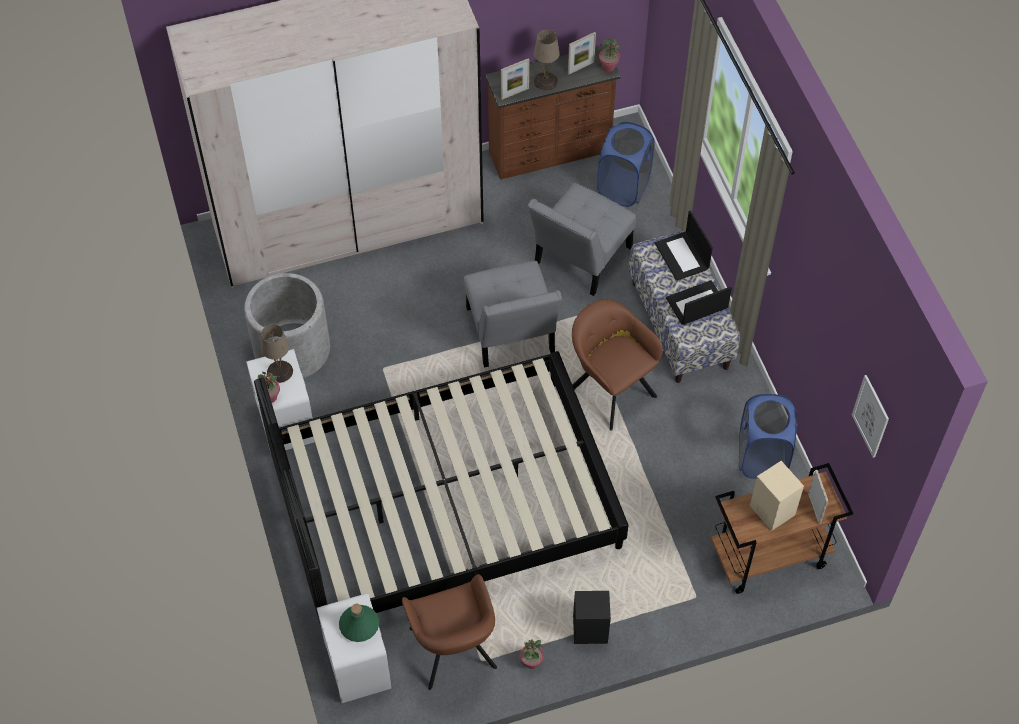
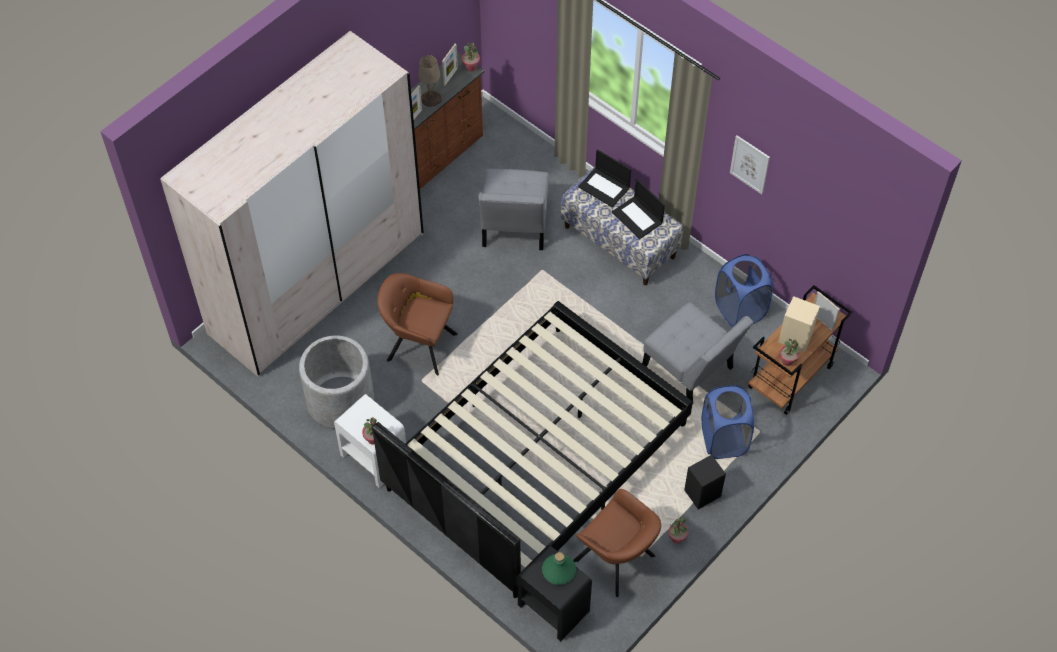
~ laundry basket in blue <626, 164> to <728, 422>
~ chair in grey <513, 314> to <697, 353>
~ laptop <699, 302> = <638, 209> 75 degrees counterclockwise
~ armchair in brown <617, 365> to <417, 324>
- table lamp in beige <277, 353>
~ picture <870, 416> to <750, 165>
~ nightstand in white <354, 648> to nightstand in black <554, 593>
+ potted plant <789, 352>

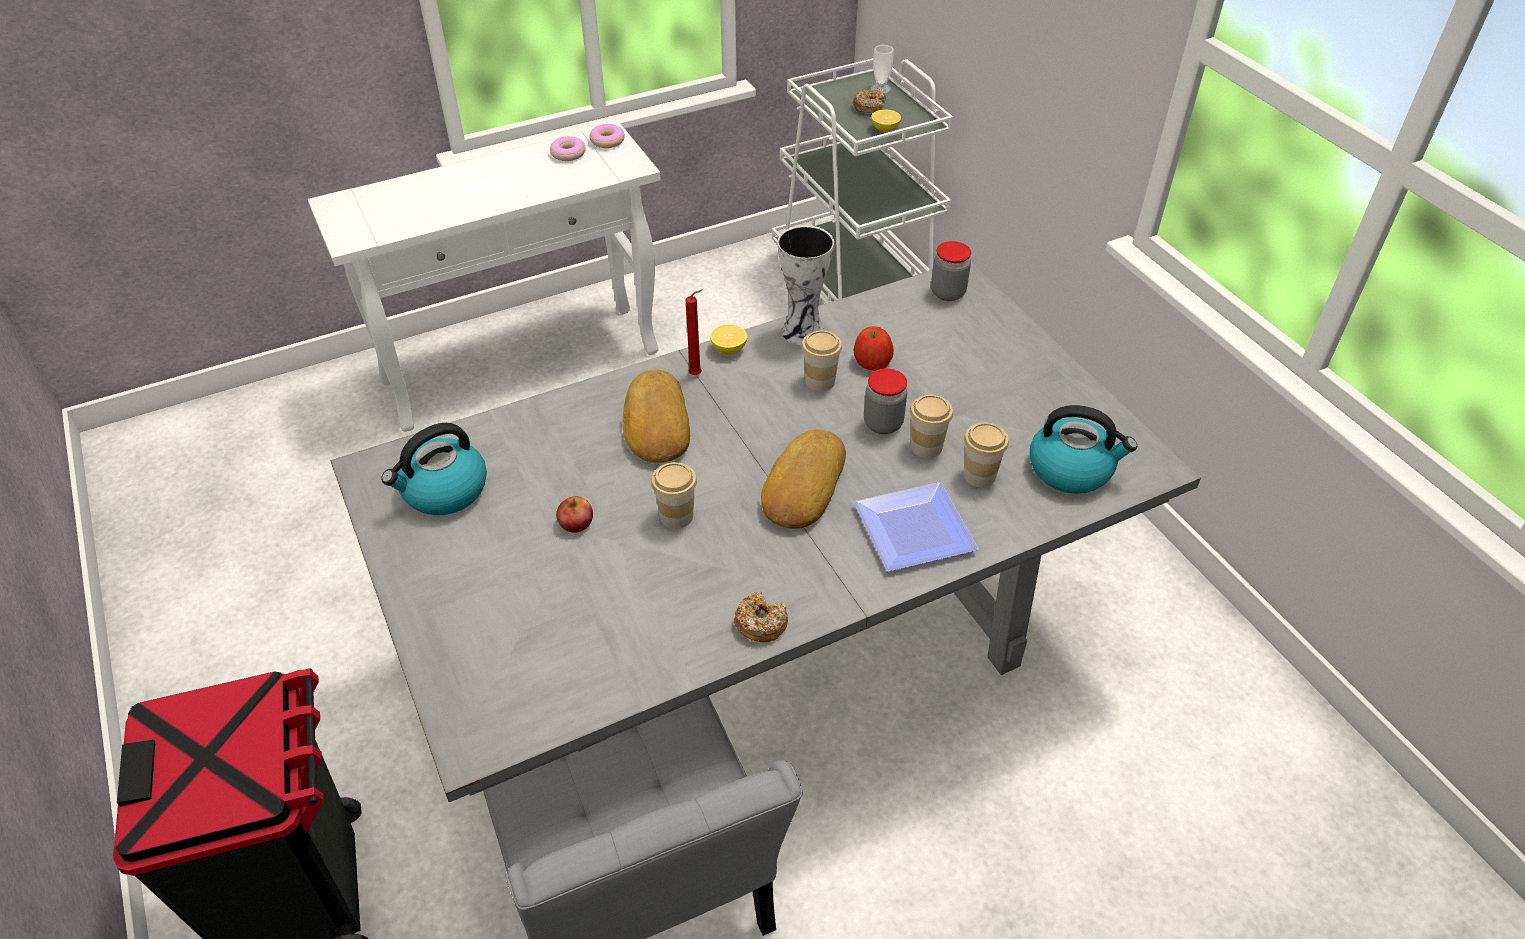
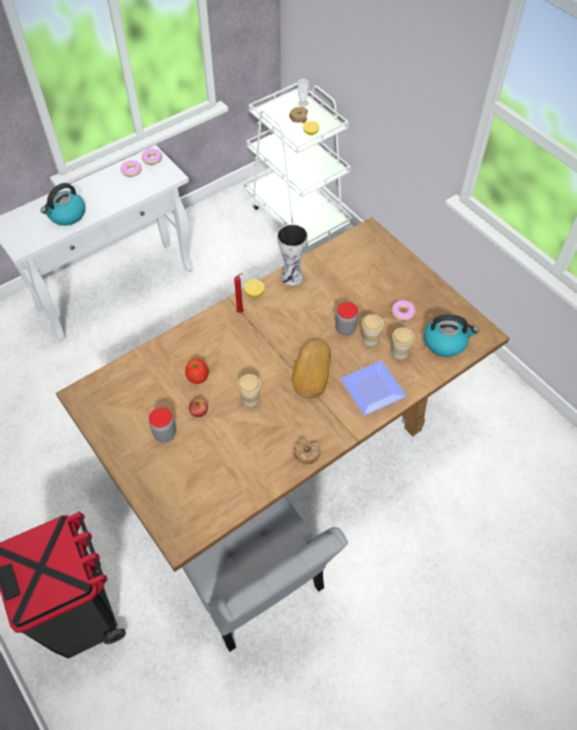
~ jar <951, 271> to <162, 425>
~ dining table in grey <765, 532> to dining table in brown <282, 394>
~ apple <874, 348> to <197, 371>
- cup <821, 360>
- bread <656, 416>
~ kettle <434, 469> to <63, 204>
+ donut <403, 310>

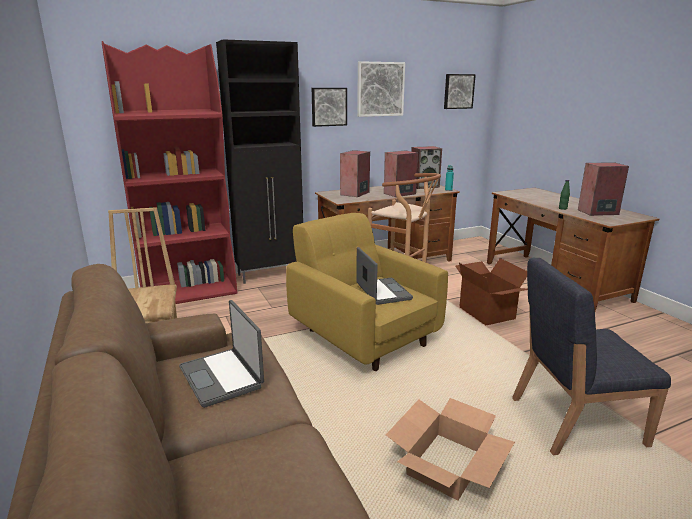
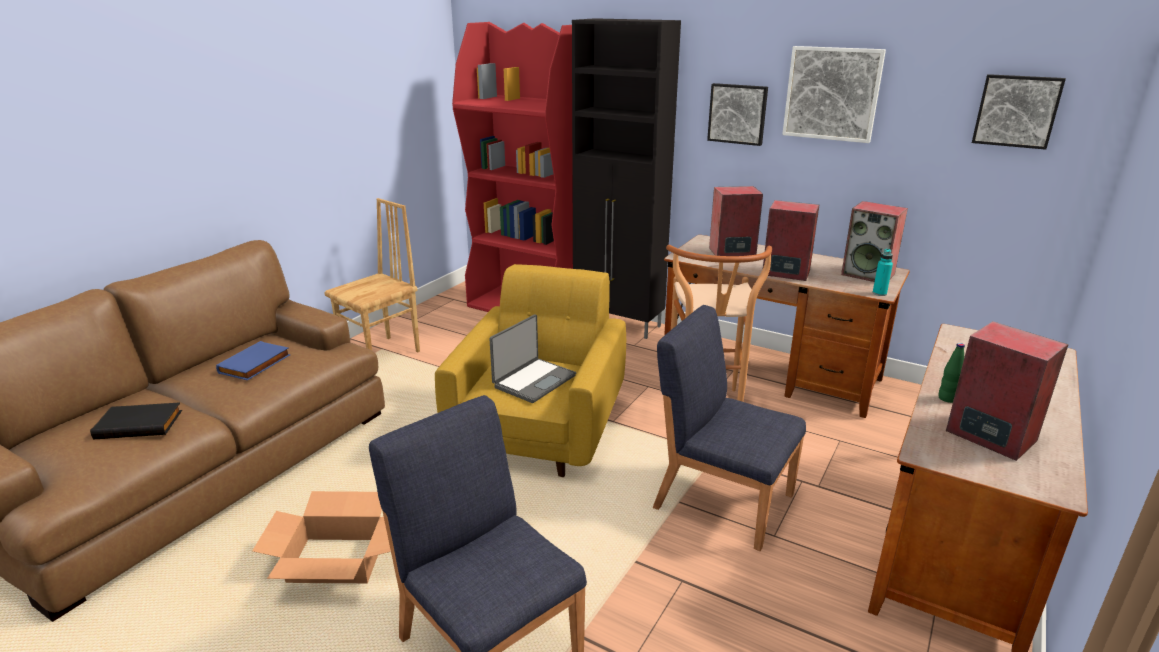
~ cardboard box <491, 291> to chair in blue <729, 428>
~ laptop <221, 354> to book in blue <253, 360>
+ book in black <136, 420>

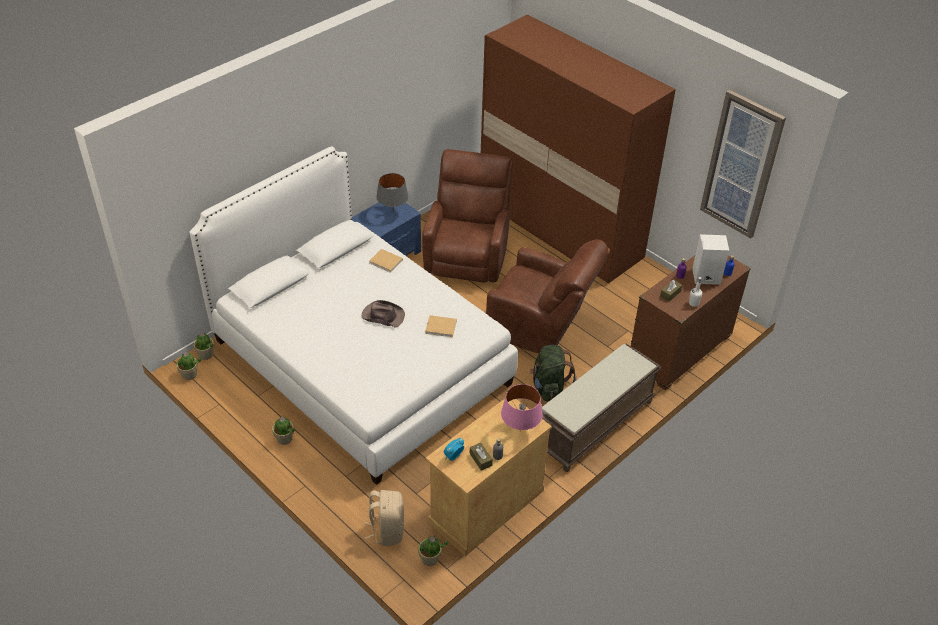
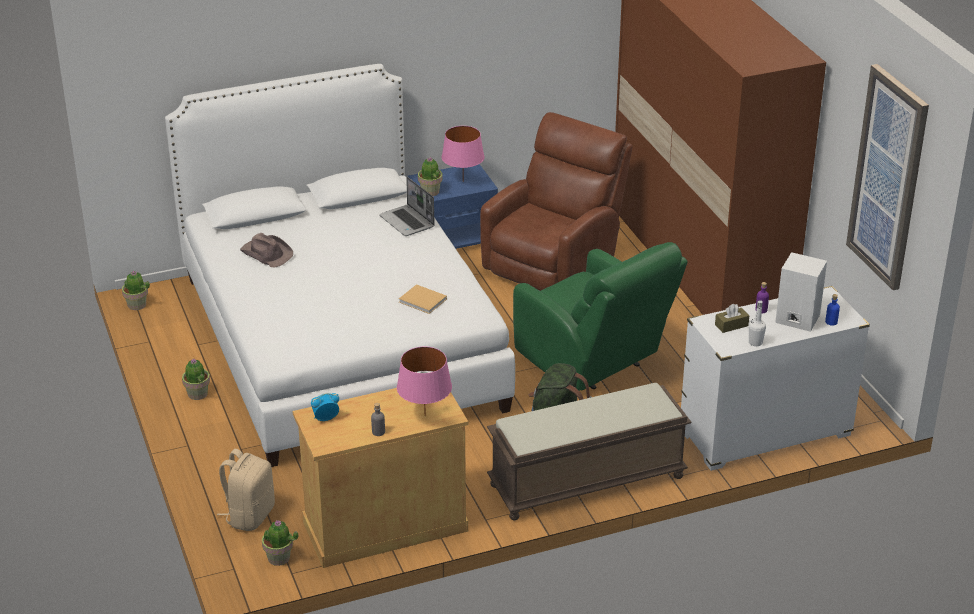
~ table lamp in grey <392, 190> to table lamp in pink <463, 154>
~ armchair in brown <548, 296> to armchair in green <600, 316>
~ book in beige <386, 261> to laptop <407, 206>
~ dresser in brown <691, 322> to dresser in white <775, 378>
~ hat in brown <383, 313> to <266, 250>
~ potted plant <204, 346> to <430, 176>
- tissue box in brown <481, 457>

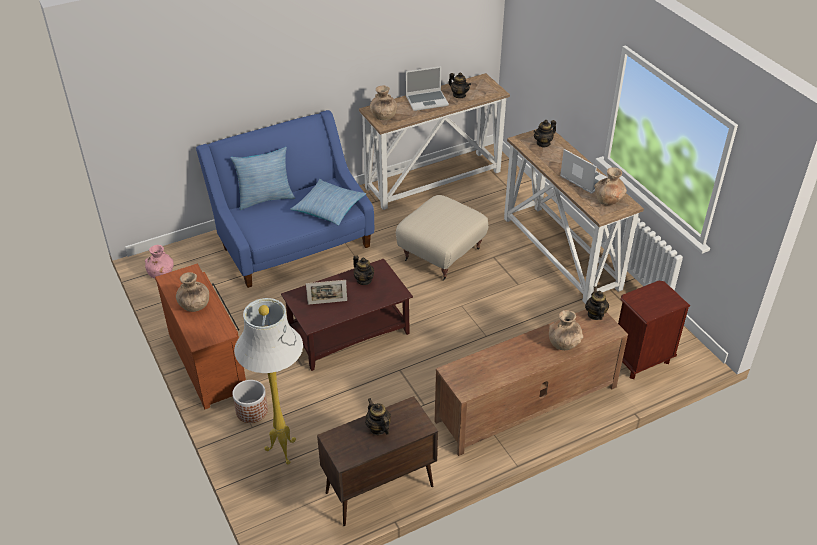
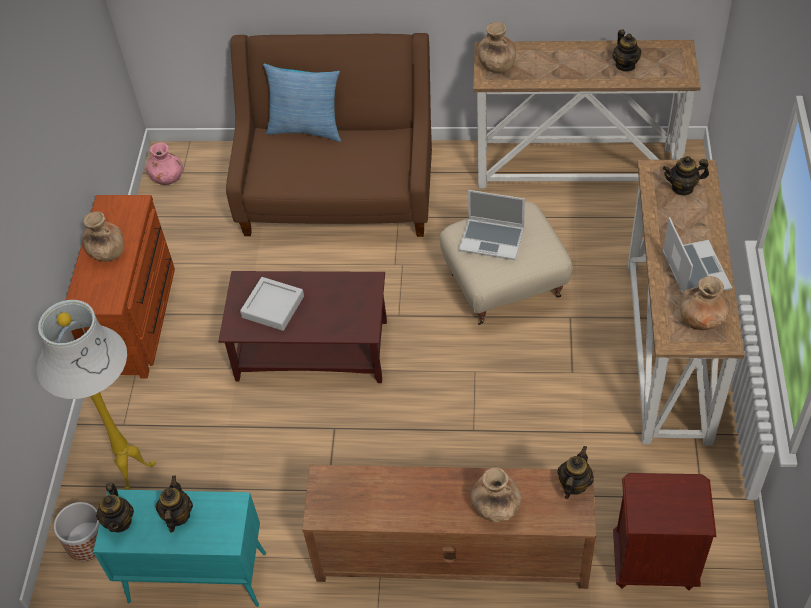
~ laptop <427, 88> to <492, 225>
~ sofa in blue <285, 199> to sofa in brown <329, 135>
- pillow <328, 202>
~ teapot <363, 270> to <115, 508>
~ picture frame <326, 292> to tray in grey <272, 304>
~ planter <250, 401> to <77, 531>
~ cabinet in brown <377, 461> to cabinet in turquoise <179, 548>

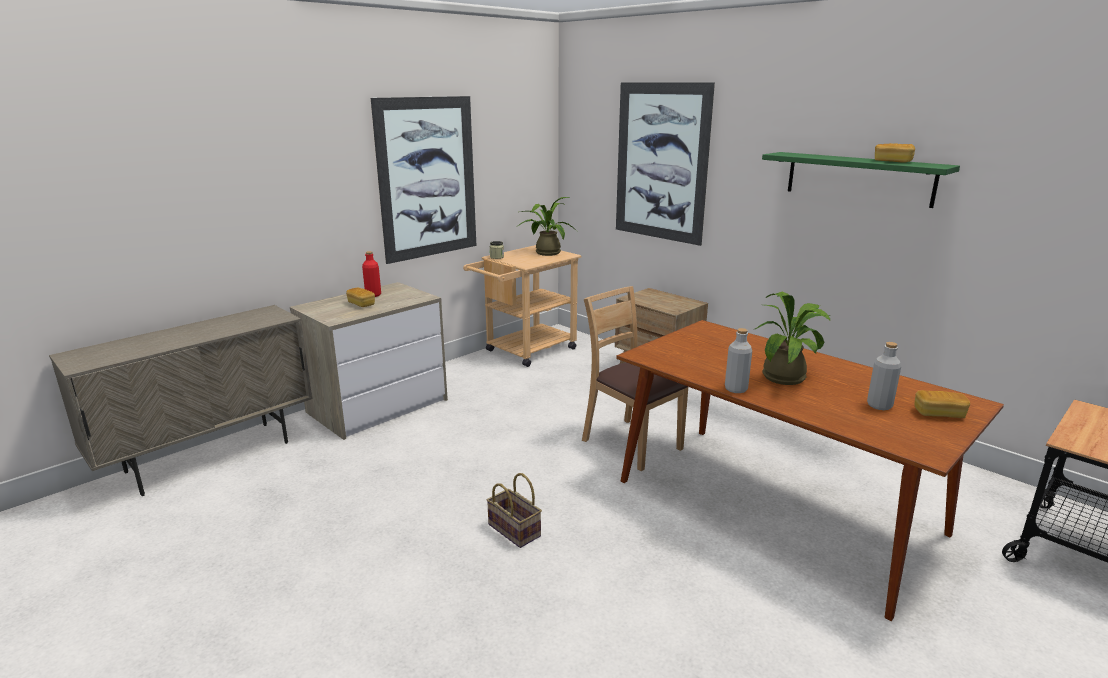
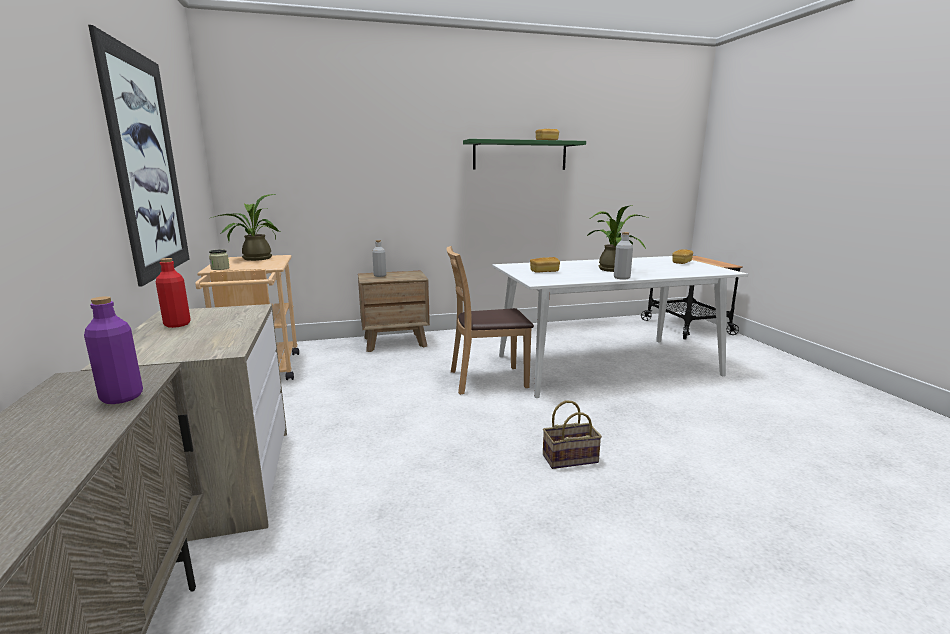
- picture <665, 164>
~ bread <360, 297> to <545, 265>
~ dining table in brown <810, 470> to dining table in white <620, 327>
~ bottle in grey <884, 376> to <379, 258>
+ bottle in purple <113, 350>

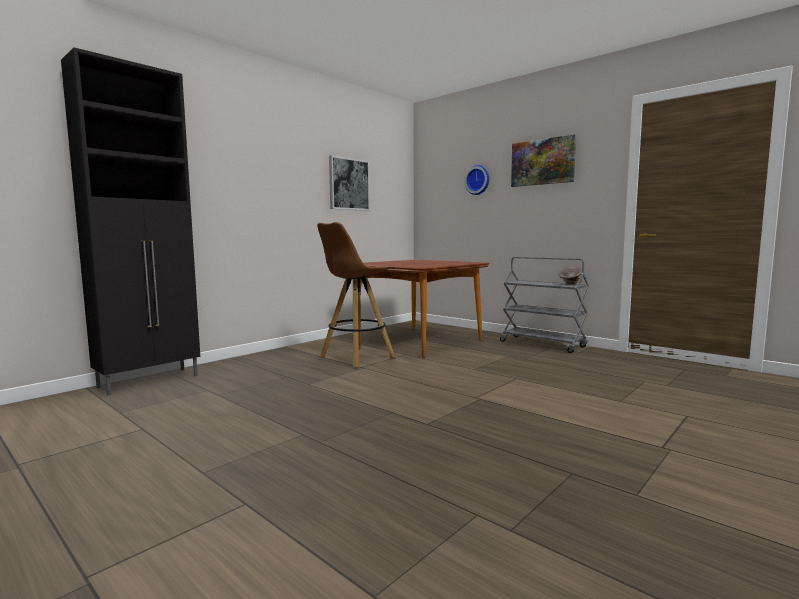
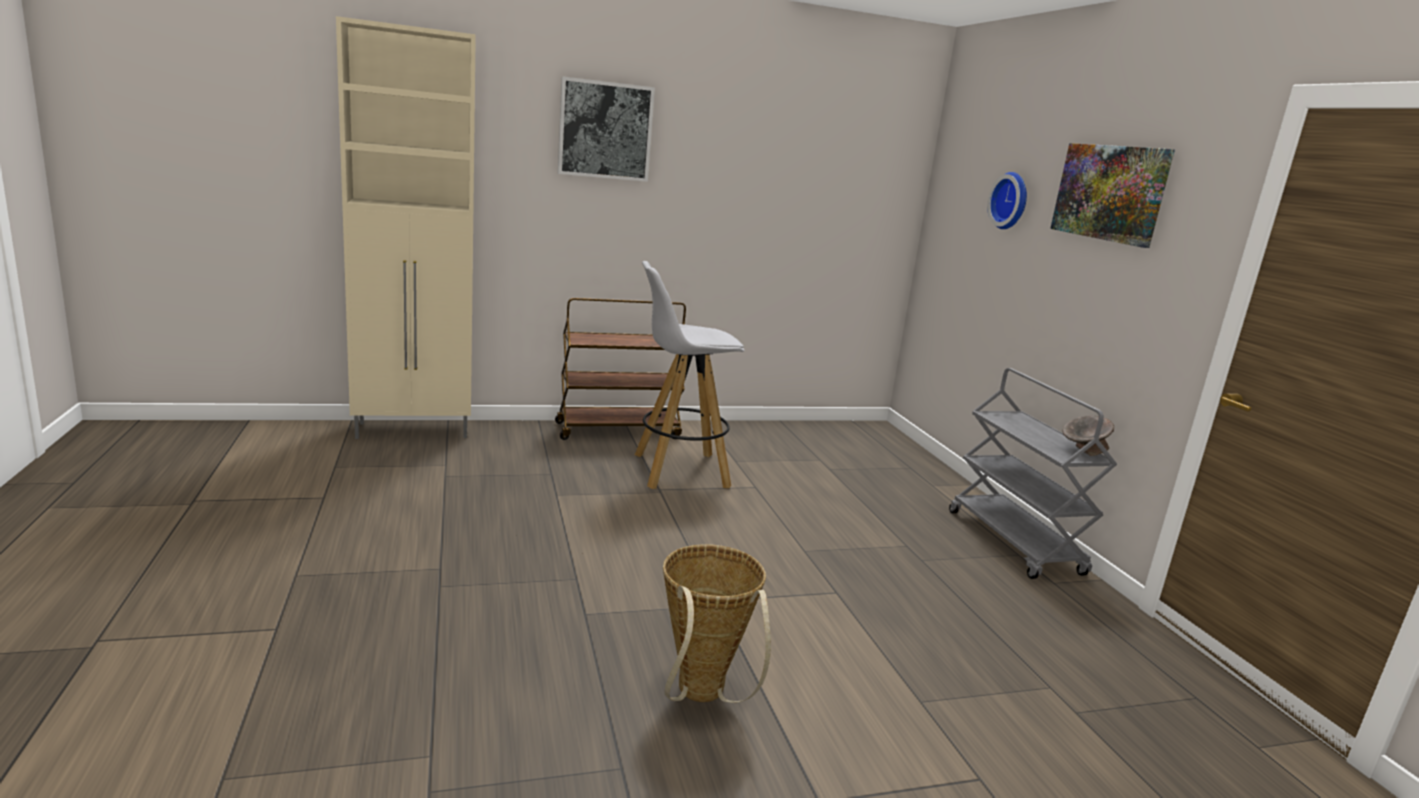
~ cabinet in black <130, 221> to cabinet in beige <406, 227>
~ picture <349, 183> to <606, 129>
~ stool in brown <356, 295> to stool in white <690, 375>
- dining table in brown <424, 309>
+ cart in brown <620, 369>
+ basket <717, 623>

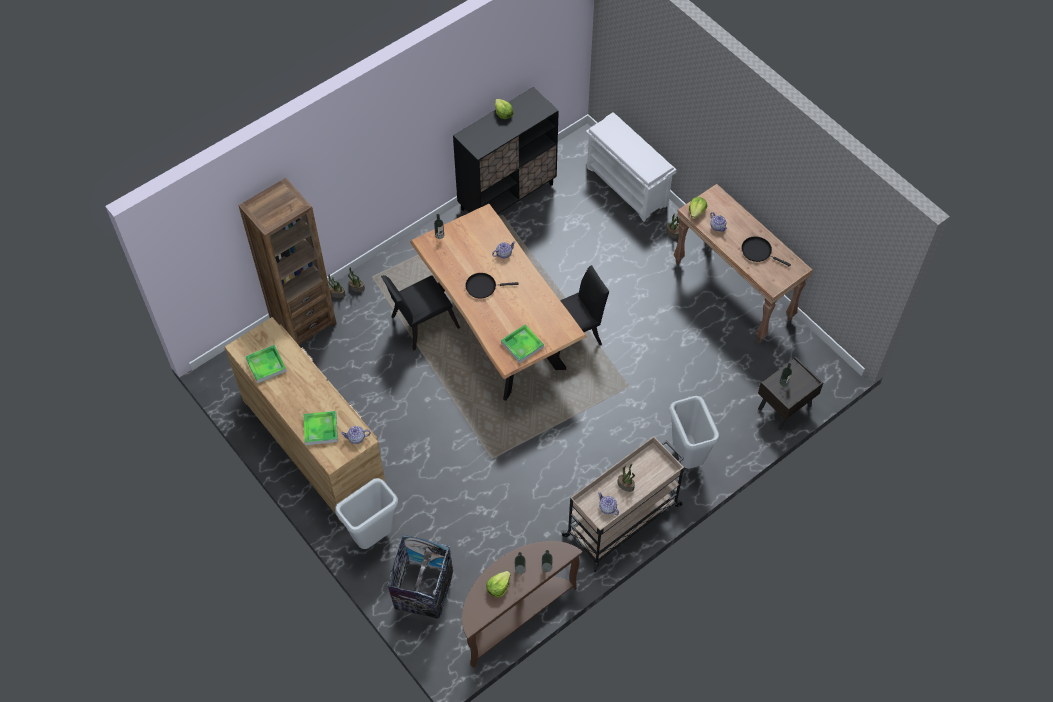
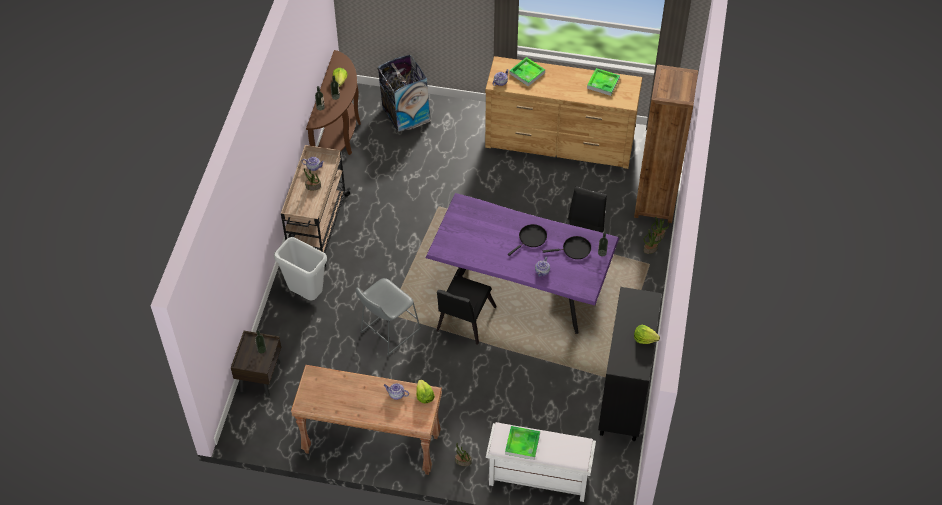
~ dining table in brown <498, 302> to dining table in purple <522, 263>
~ frying pan in black <766, 251> to <567, 247>
~ tray <522, 343> to <522, 443>
- trash can in grey <366, 513>
+ stool in grey <388, 317>

